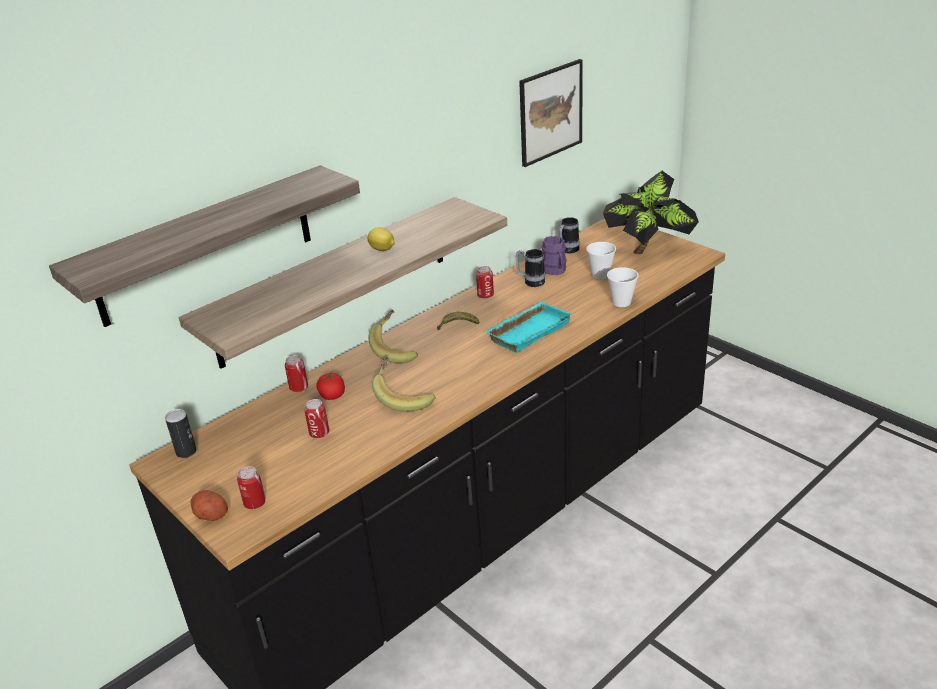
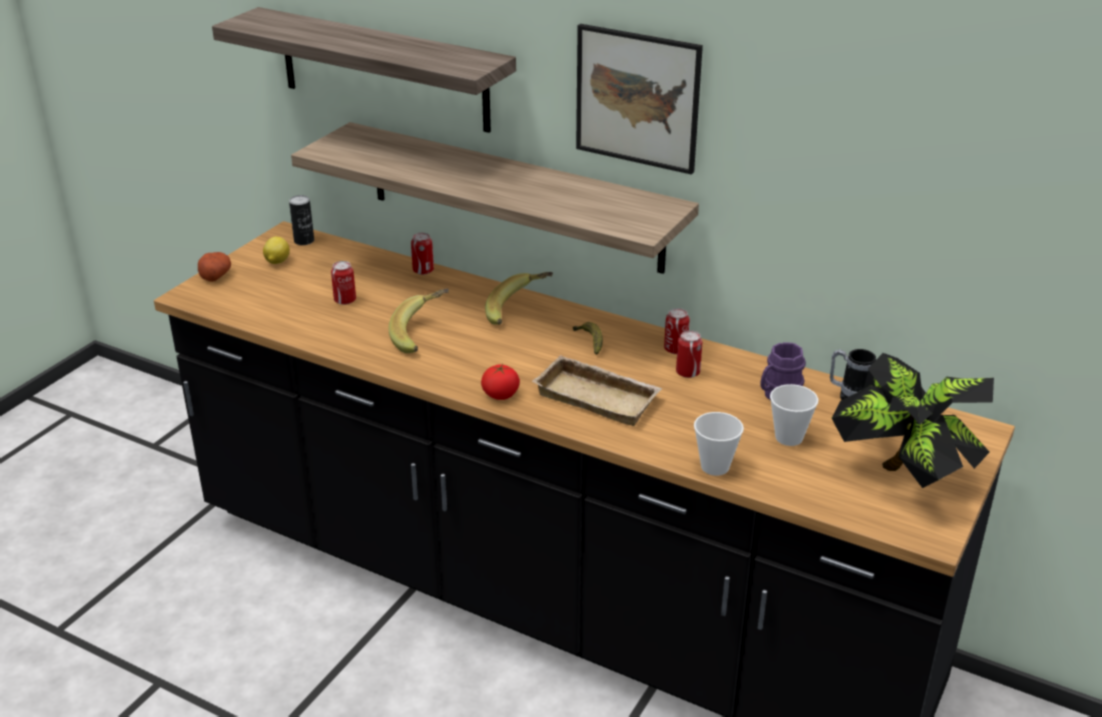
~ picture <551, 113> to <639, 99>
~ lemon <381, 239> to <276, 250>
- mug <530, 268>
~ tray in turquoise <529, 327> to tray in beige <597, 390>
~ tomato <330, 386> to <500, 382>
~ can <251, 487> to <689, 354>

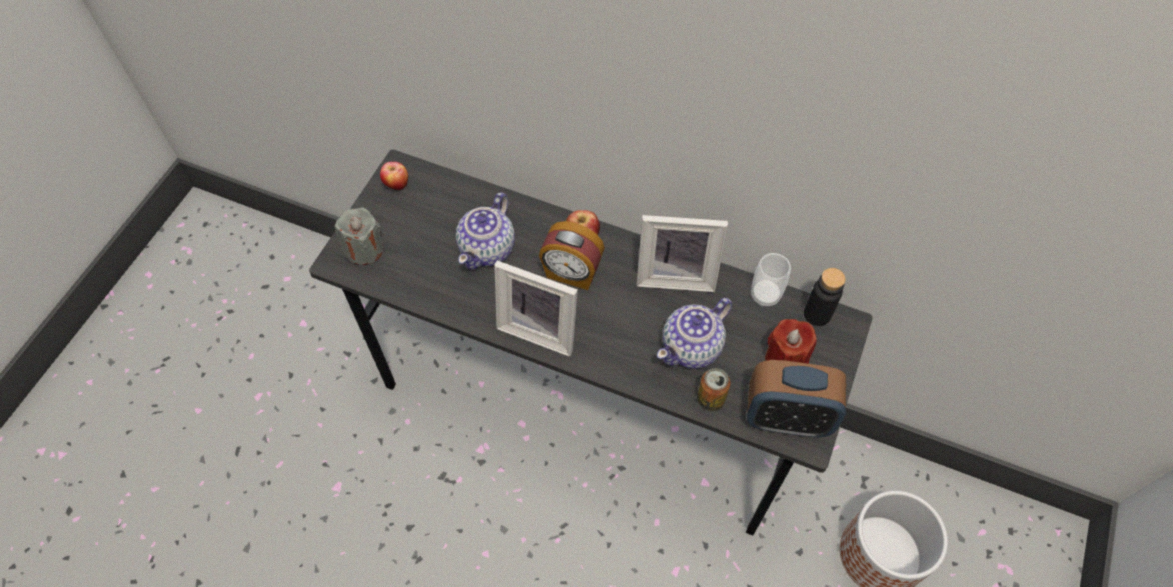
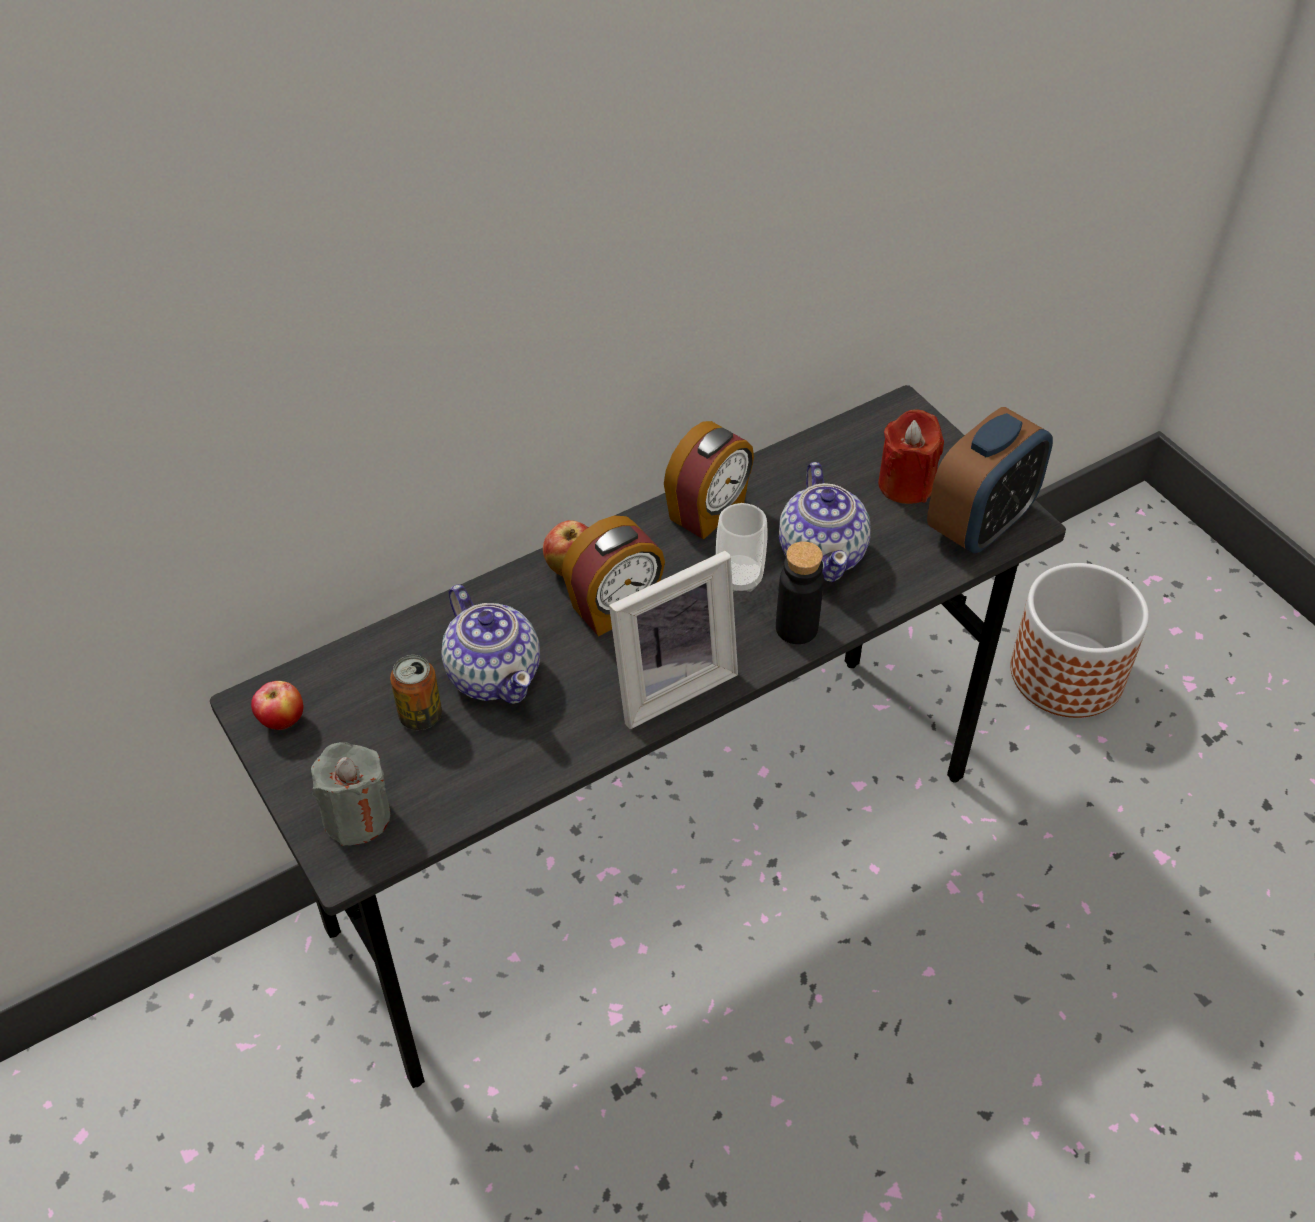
~ picture frame <682, 253> to alarm clock <709, 480>
~ cup <771, 279> to <742, 547>
~ bottle in black <825, 297> to <800, 592>
~ can <713, 389> to <416, 692>

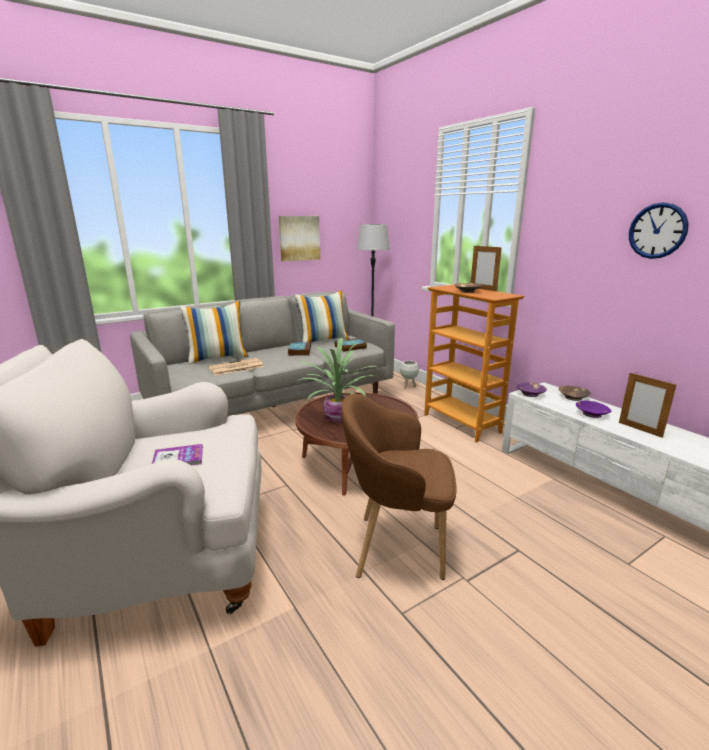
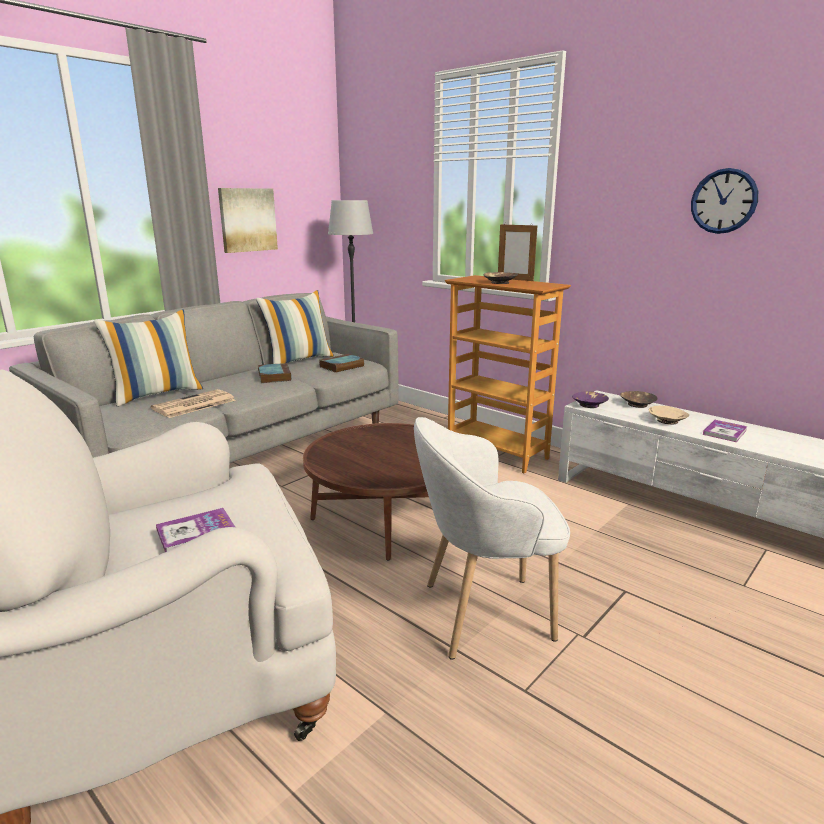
- potted plant <338, 380>
- planter in white <409, 374>
~ picture frame <647, 405> to book <725, 431>
~ armchair in brown <399, 487> to armchair in white <492, 538>
~ bowl in purple <593, 409> to bowl in beige <669, 415>

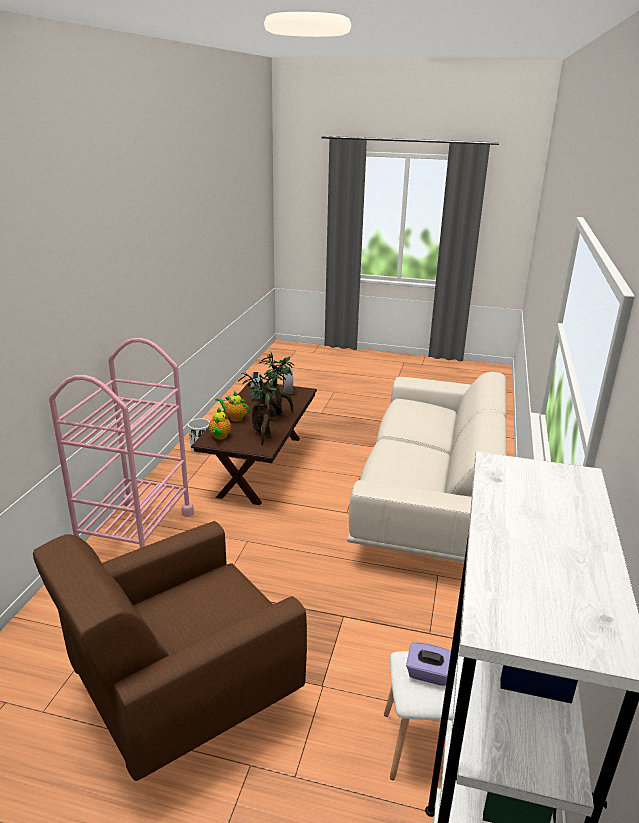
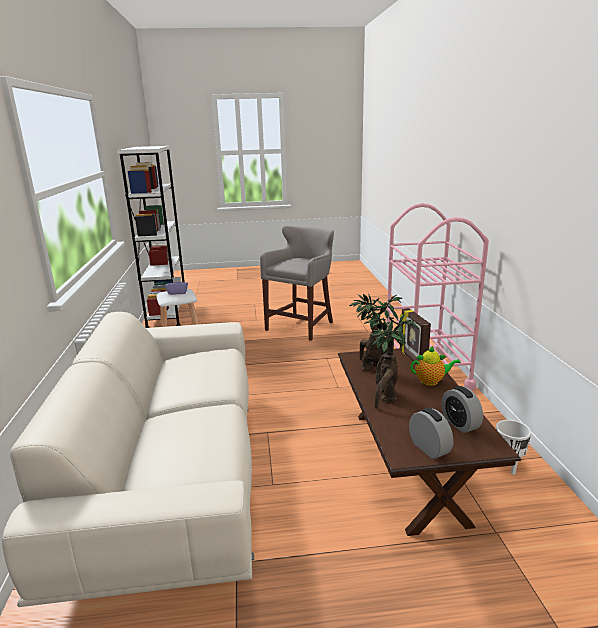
~ teapot <220, 423> to picture frame <415, 336>
~ armchair in brown <170, 651> to stool in grey <297, 283>

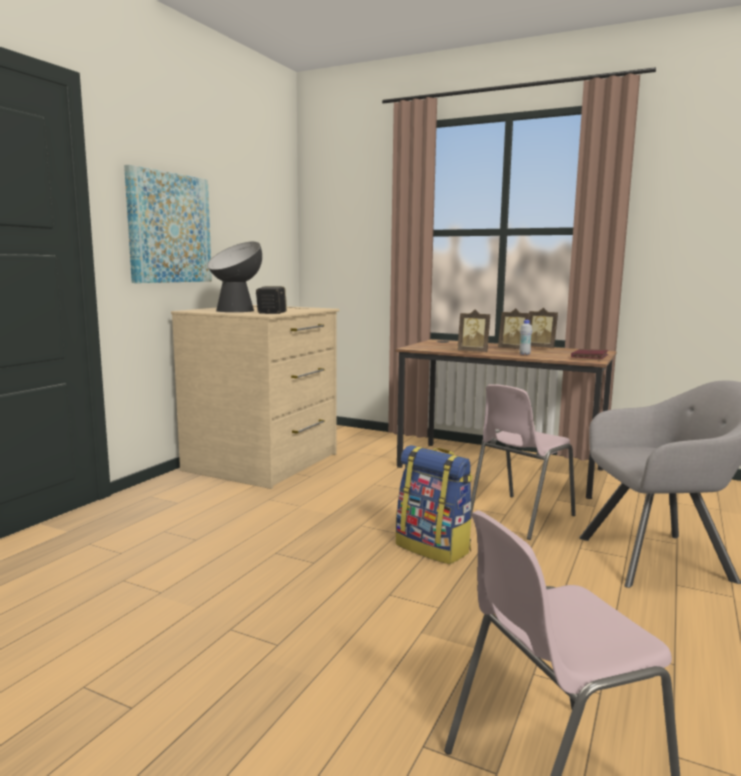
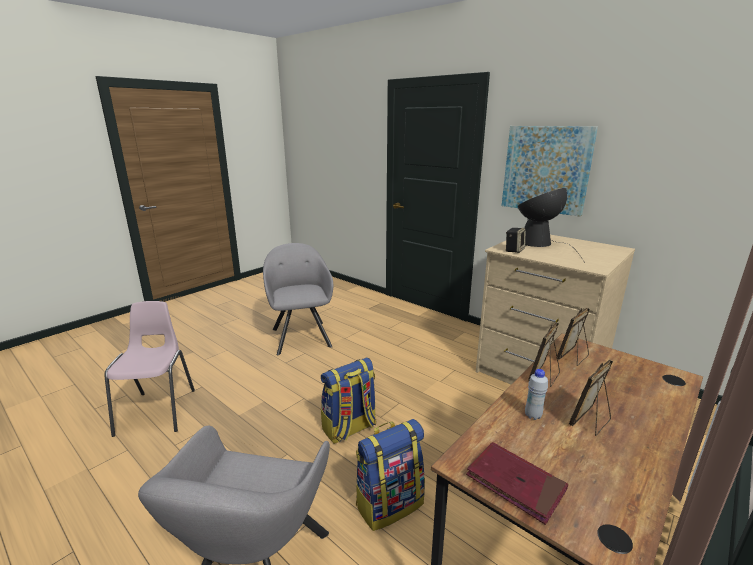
~ picture frame <543, 328> to <573, 337>
~ chair in pink <523, 462> to backpack <390, 475>
+ armchair in grey <298, 299>

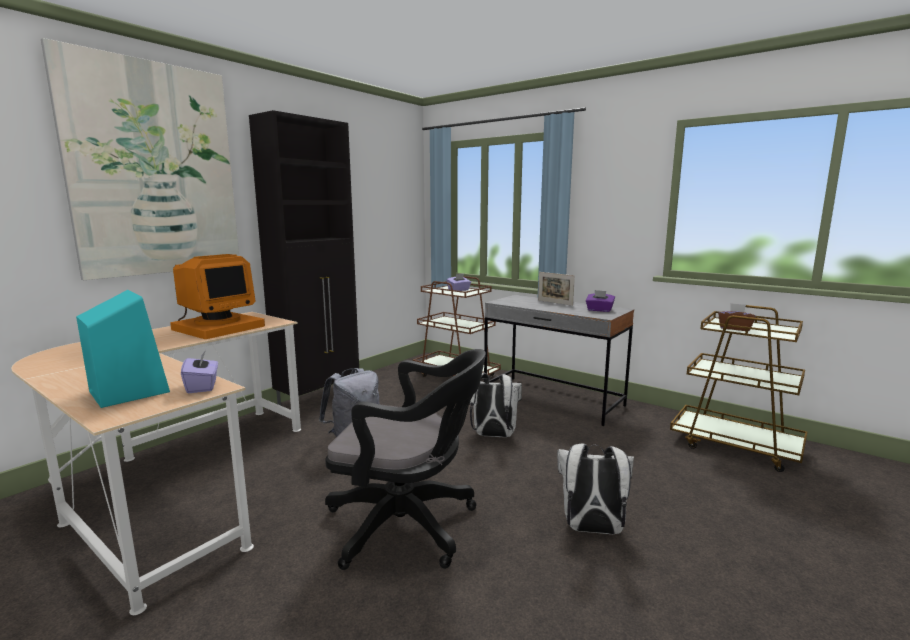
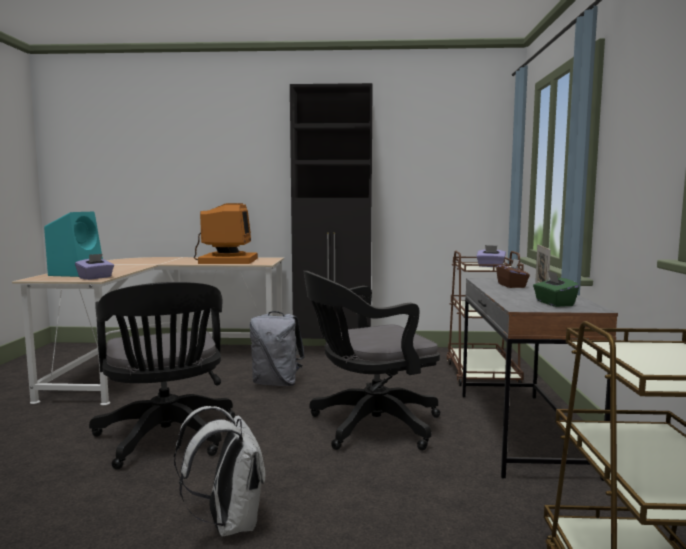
- picture <140, 159>
~ monitor <217, 296> = <226, 233> 90 degrees counterclockwise
~ tissue box in purple <600, 301> to tissue box in green <556, 289>
~ tissue box in brown <737, 317> to <513, 273>
~ backpack in white <496, 405> to office chair in black <372, 361>

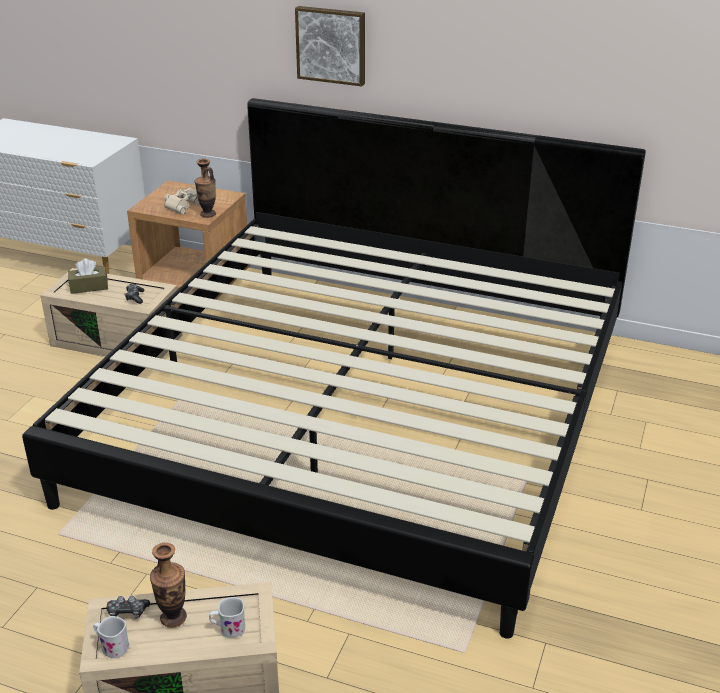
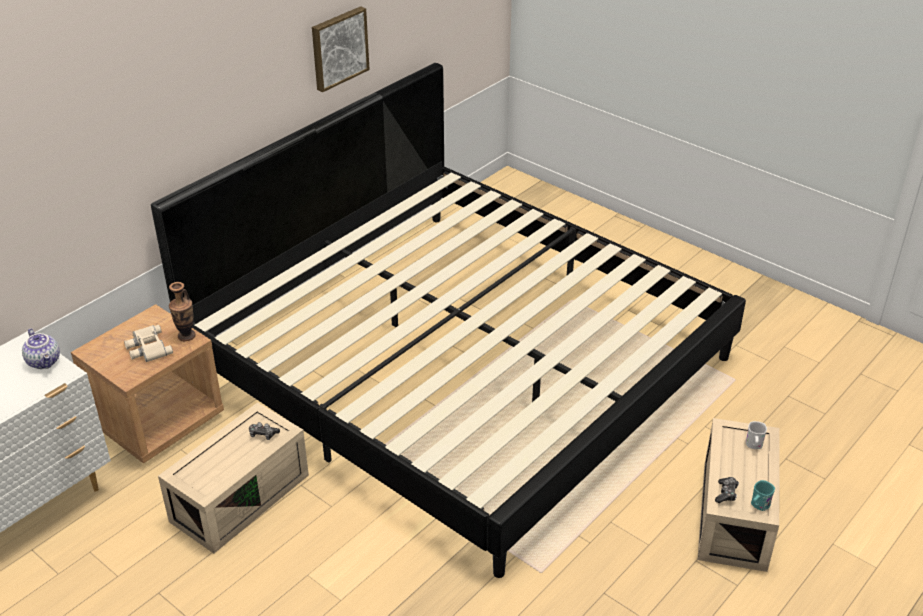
~ picture <330, 46> to <341, 49>
- tissue box in brown <88, 276>
- vase <168, 585>
~ mug in white <111, 637> to mug in turquoise <763, 495>
+ teapot <41, 348>

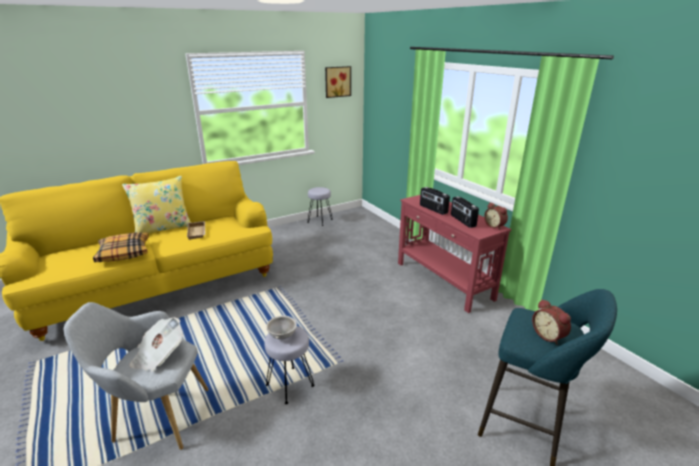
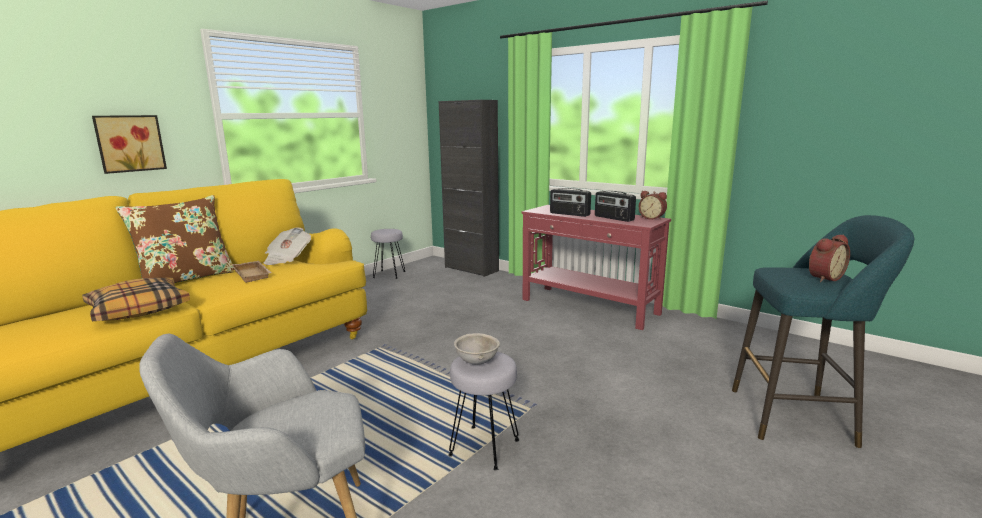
~ picture <338, 82> to <129, 144>
~ pillow in yellow <156, 205> to pillow in brown <175, 239>
~ alarm clock <551, 322> = <829, 258> 75 degrees counterclockwise
~ newspaper <156, 344> to <287, 246>
+ cabinet in black <469, 188>

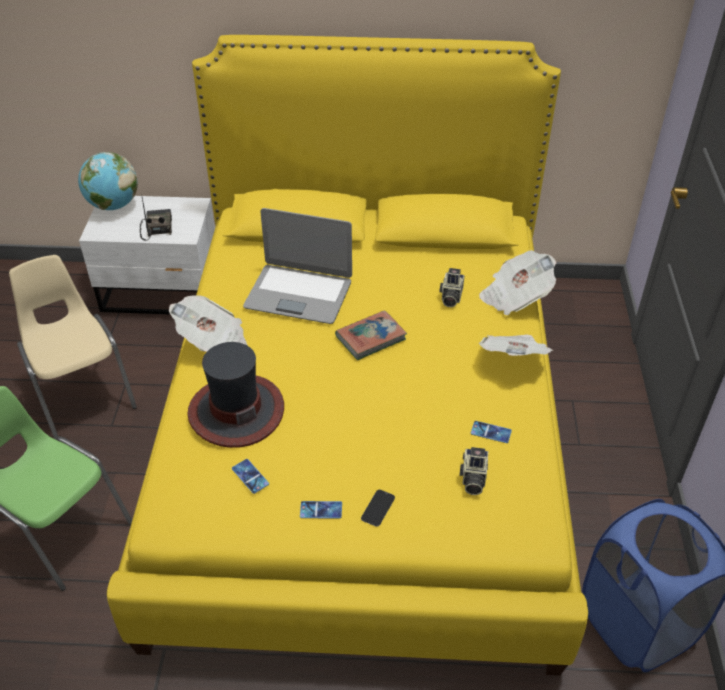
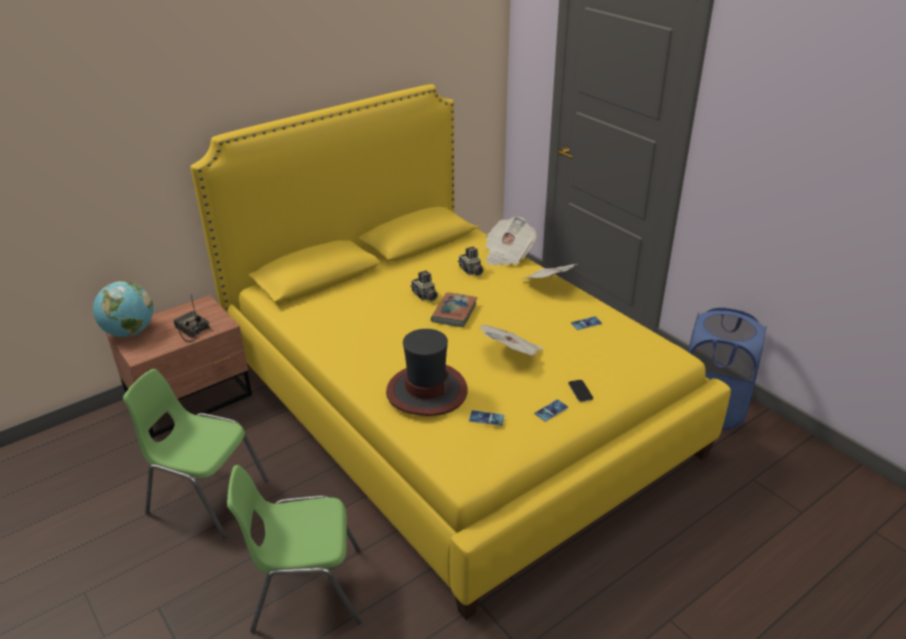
~ nightstand in white <147, 255> to nightstand in brown <179, 366>
- laptop <297, 266>
~ chair in beige <73, 347> to chair in green <195, 454>
~ newspaper <208, 323> to <512, 340>
~ photo camera <474, 471> to <424, 286>

